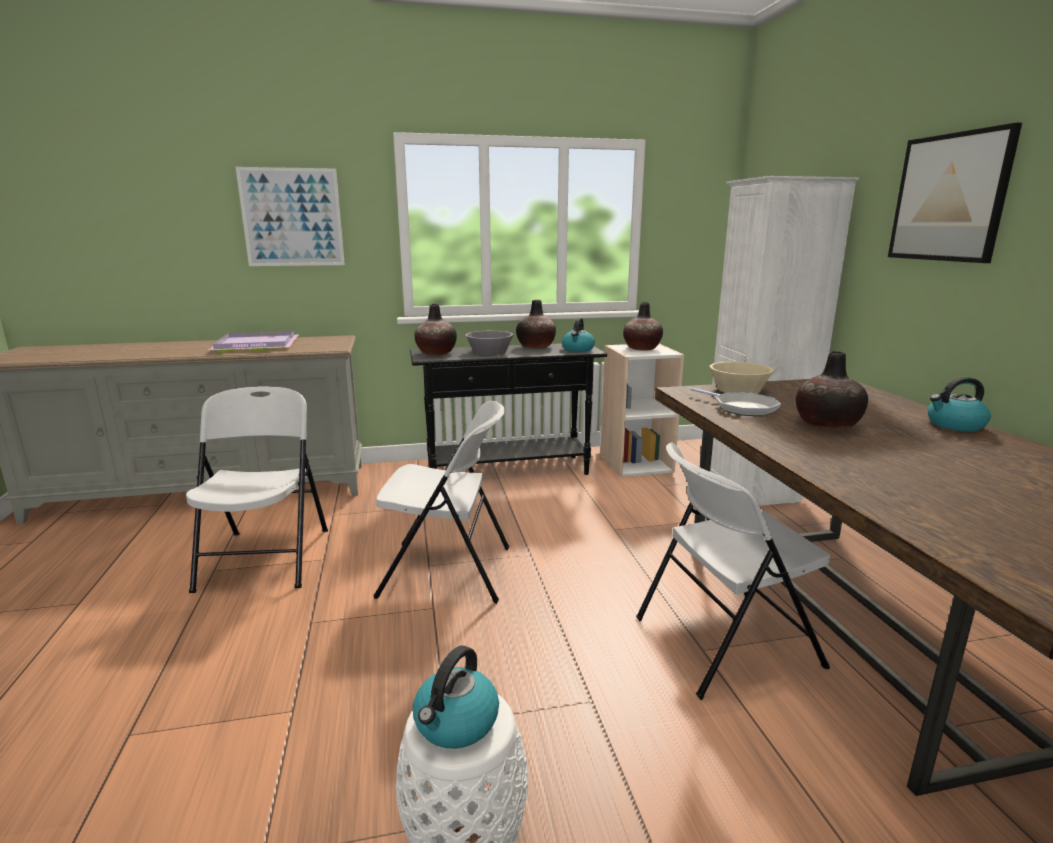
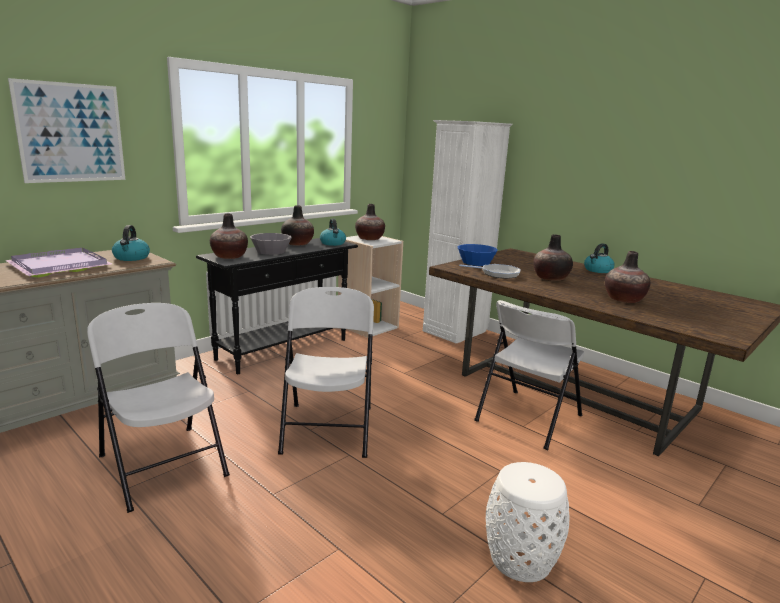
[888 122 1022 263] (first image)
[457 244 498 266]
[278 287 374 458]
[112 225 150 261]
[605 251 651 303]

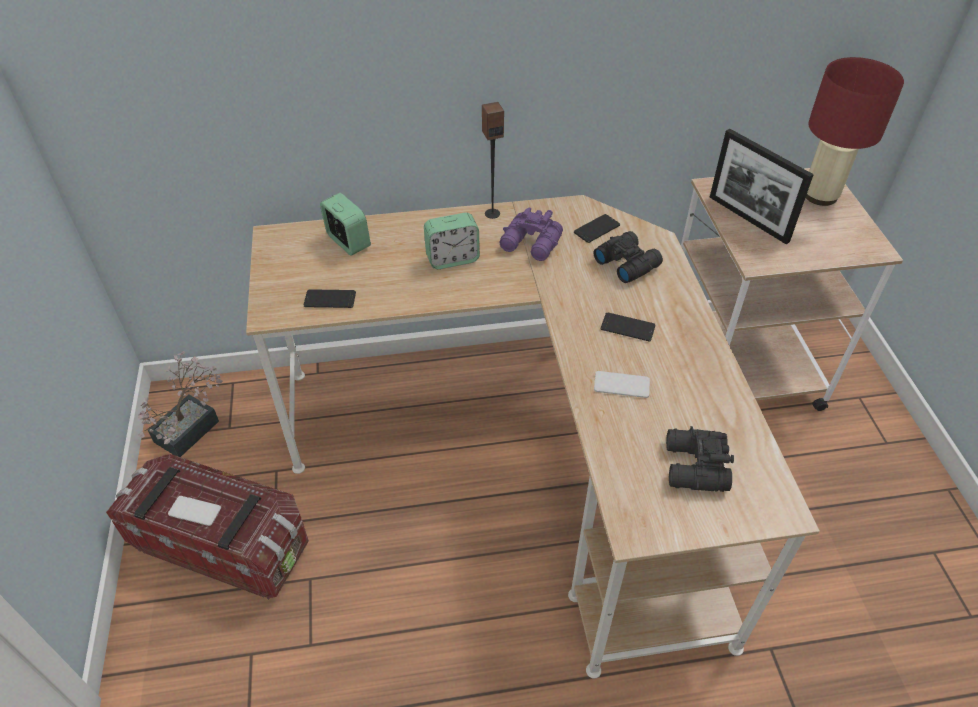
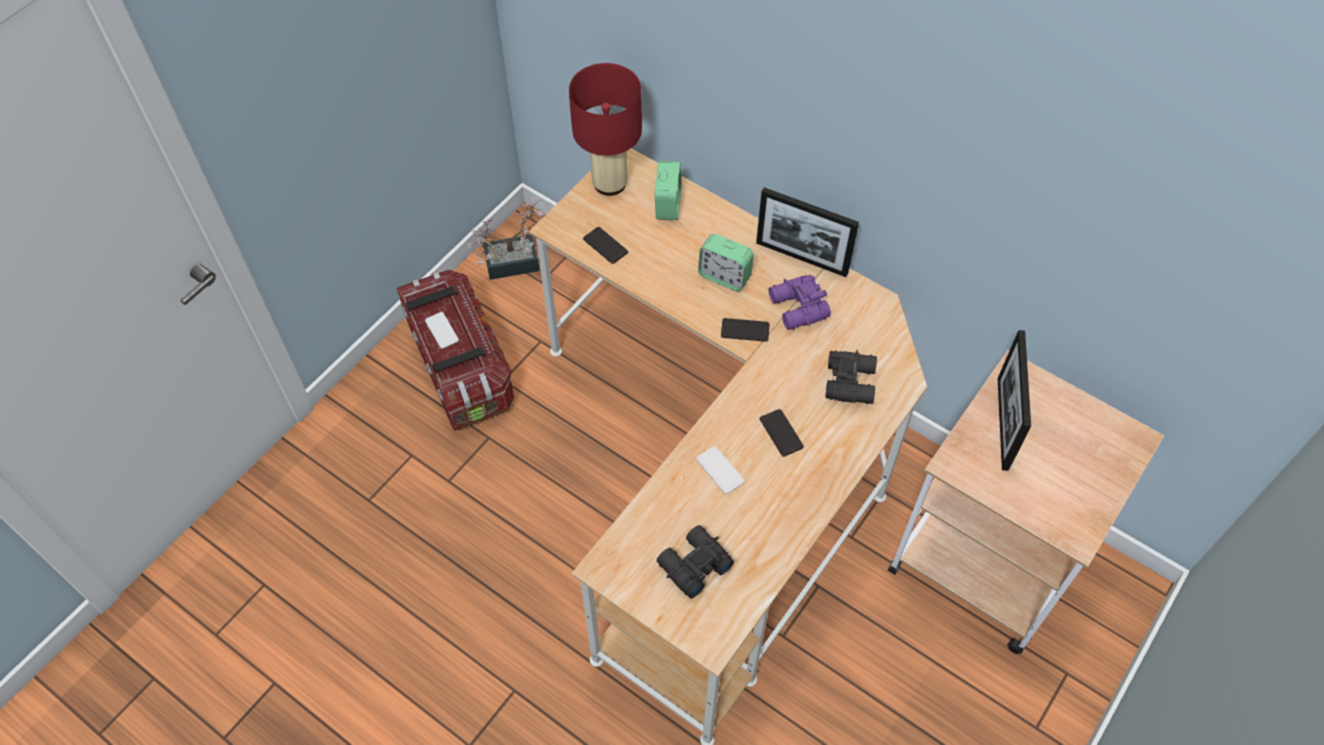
[569 63 642 196]
[756 187 859 277]
[721 318 770 342]

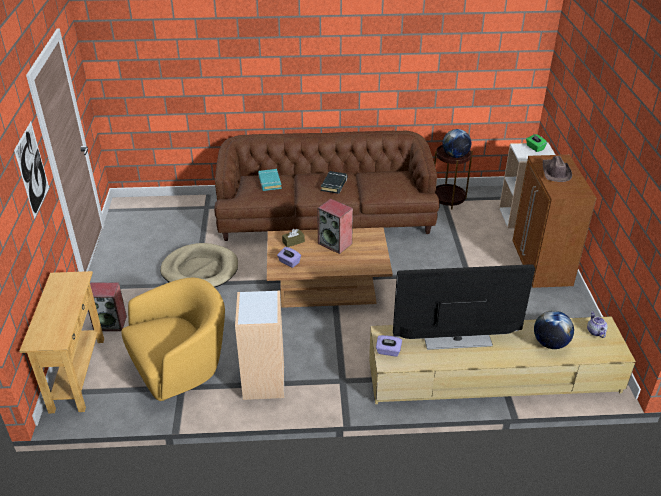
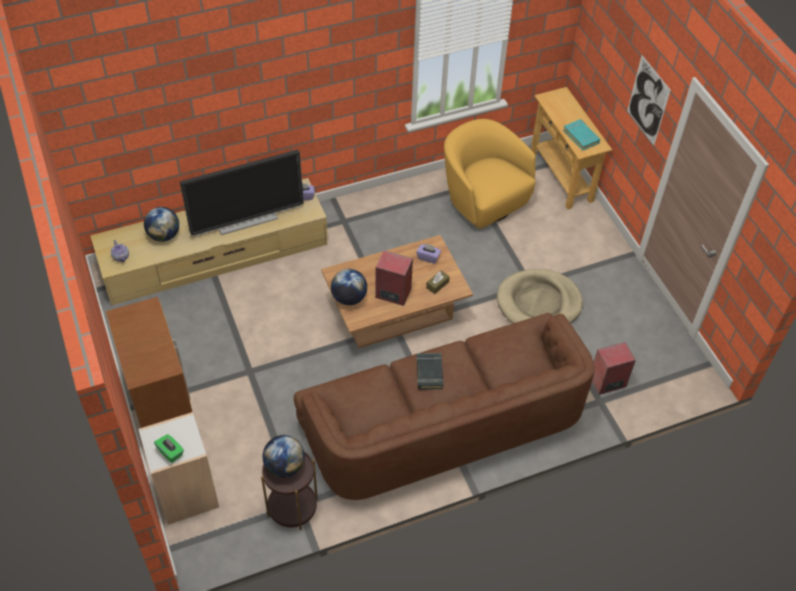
[543 156 572 182] (first image)
[563 119 600 151]
[444 119 536 229]
[592 342 636 395]
[235 291 284 400] (first image)
[331 269 367 305]

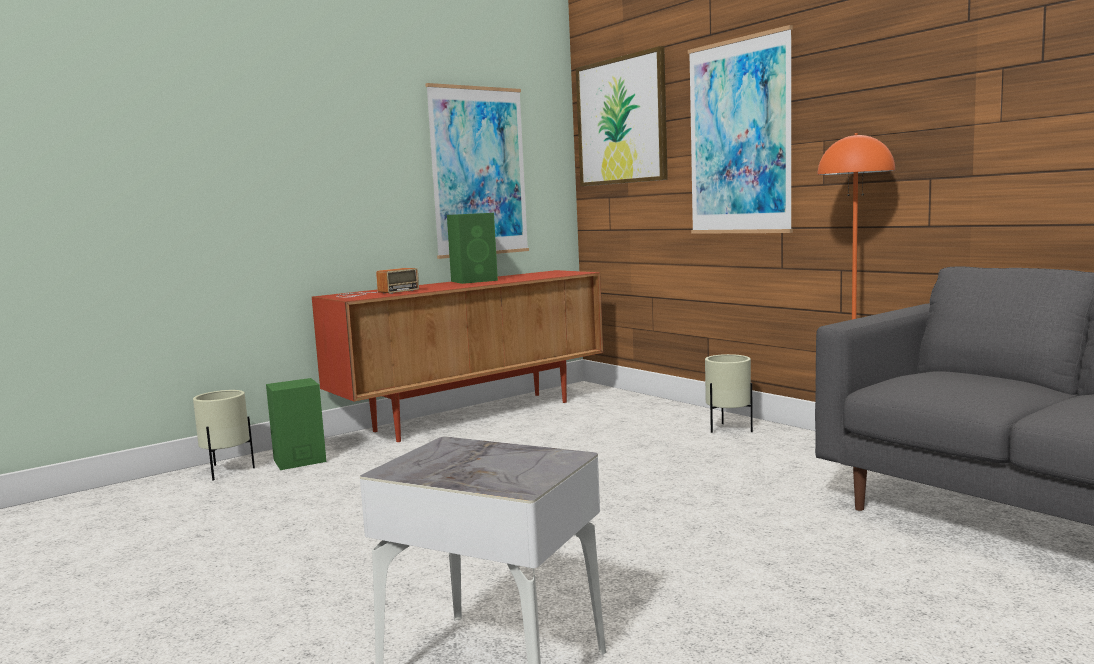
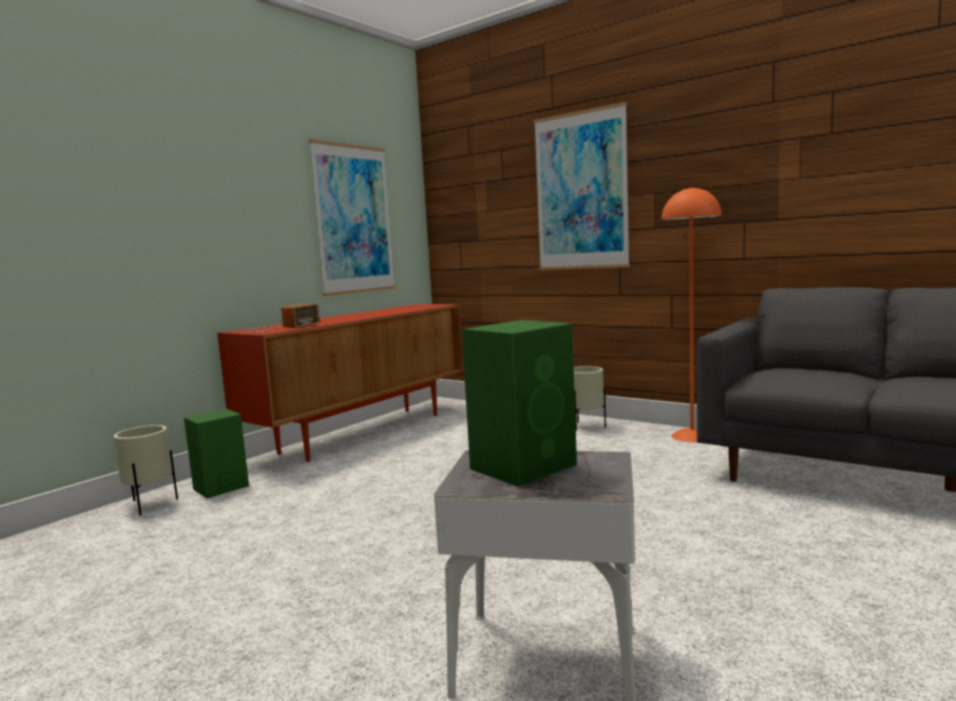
[576 46 668 186] (first image)
[462 320 577 487]

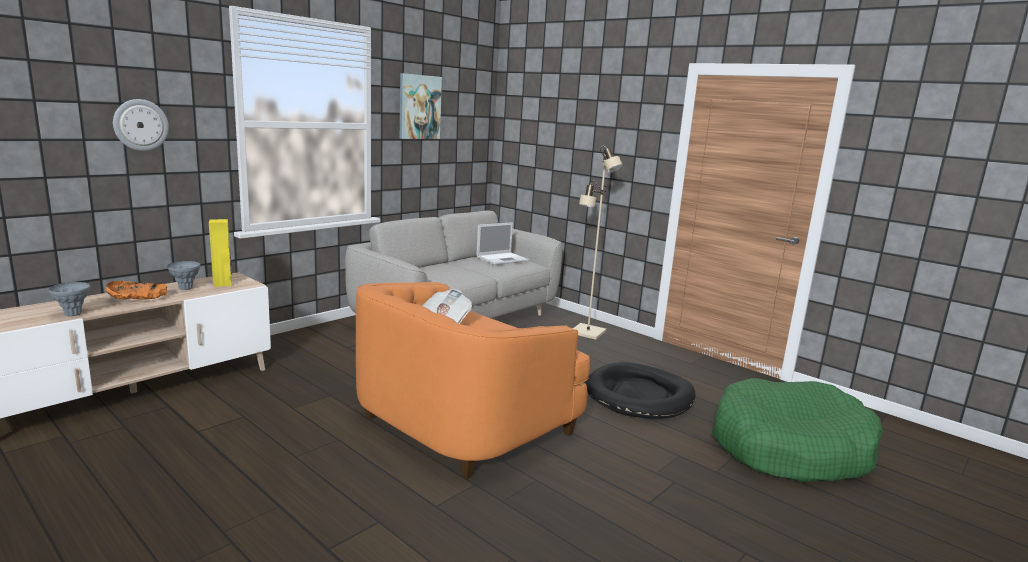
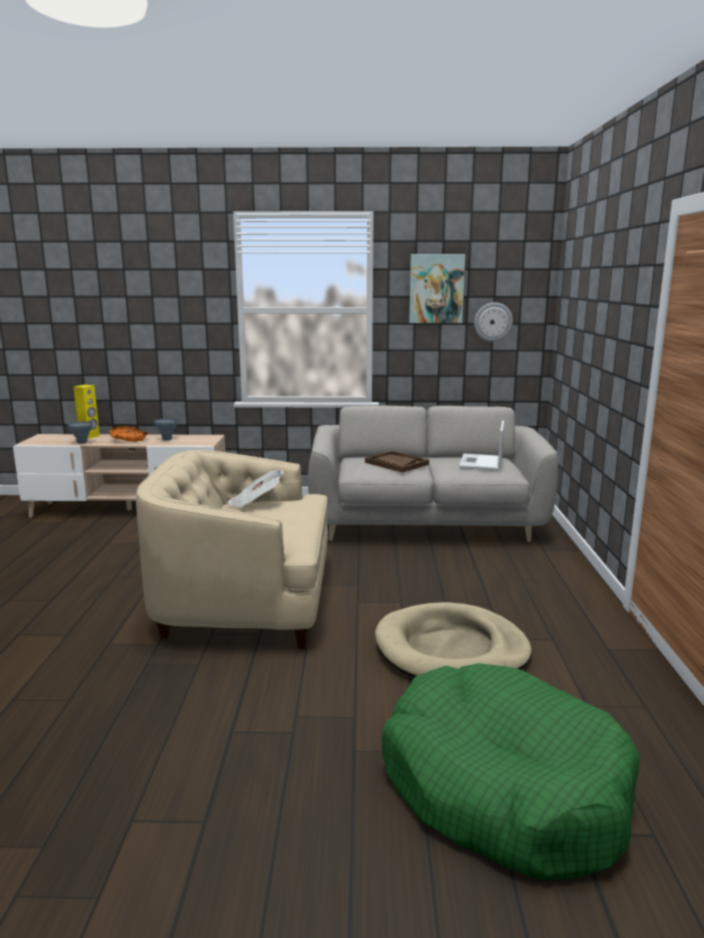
[474 302 513 342]
[573 146 623 340] (first image)
[73 385 100 439]
[459 420 504 471]
[136 450 328 649]
[375 602 532 678]
[365 451 429 473]

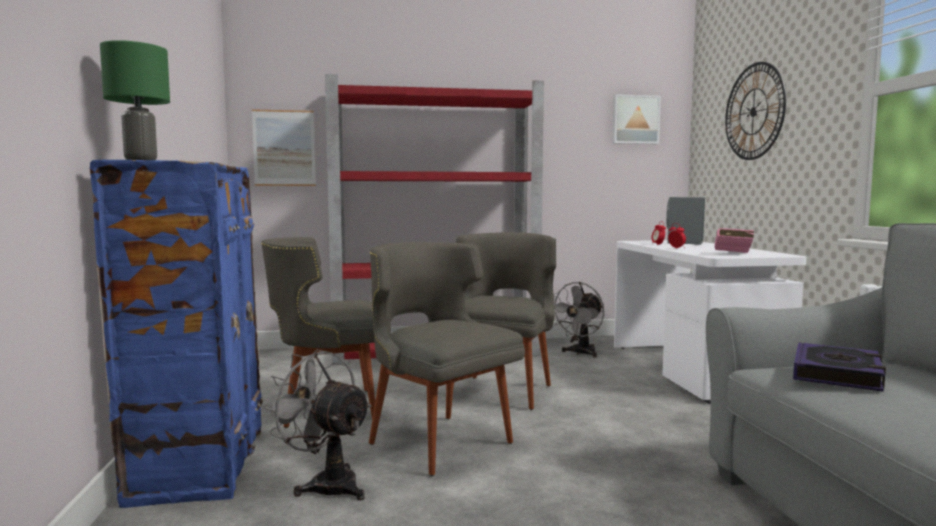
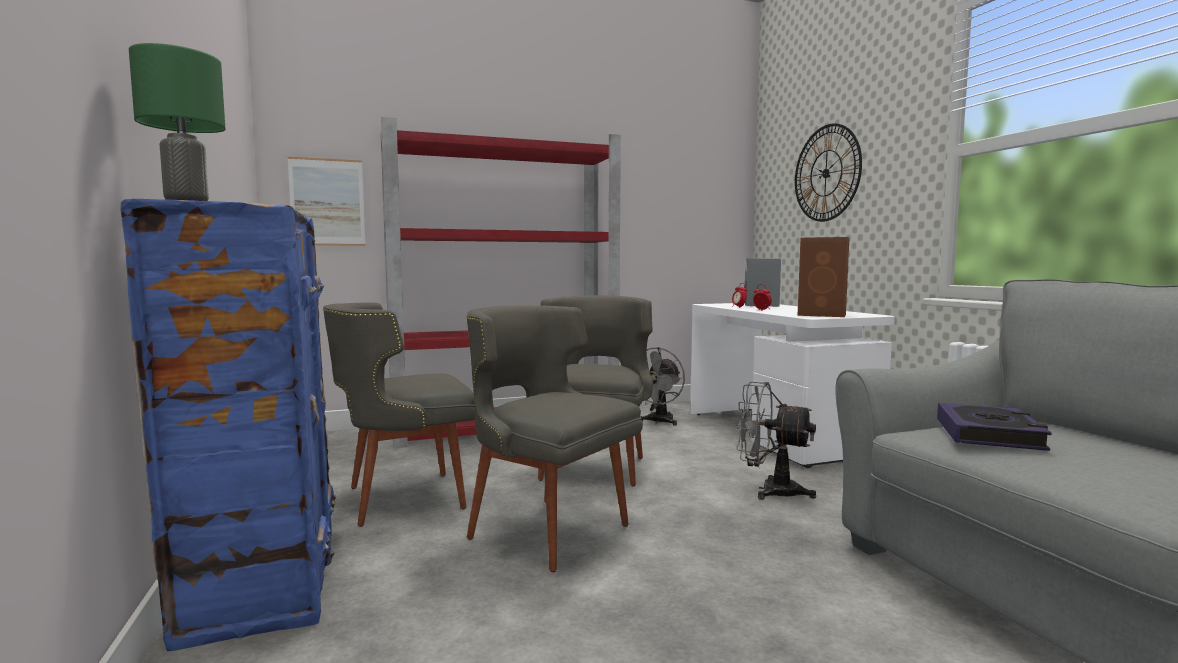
[612 94 661 144] (first image)
[798 237 850 317]
[736 382 816 500]

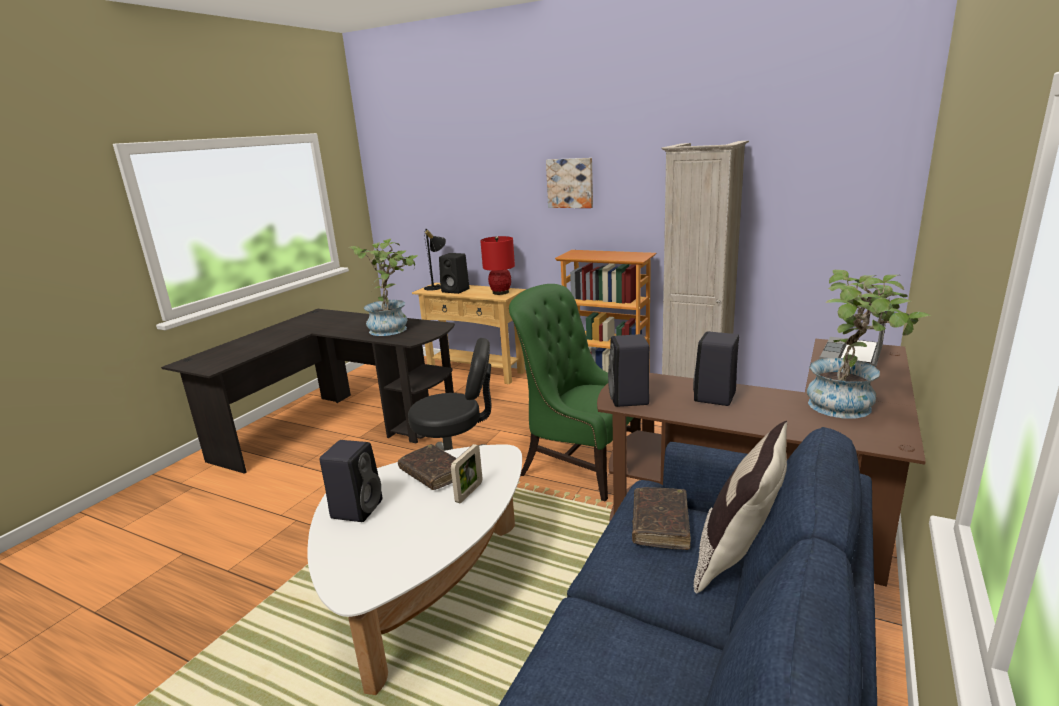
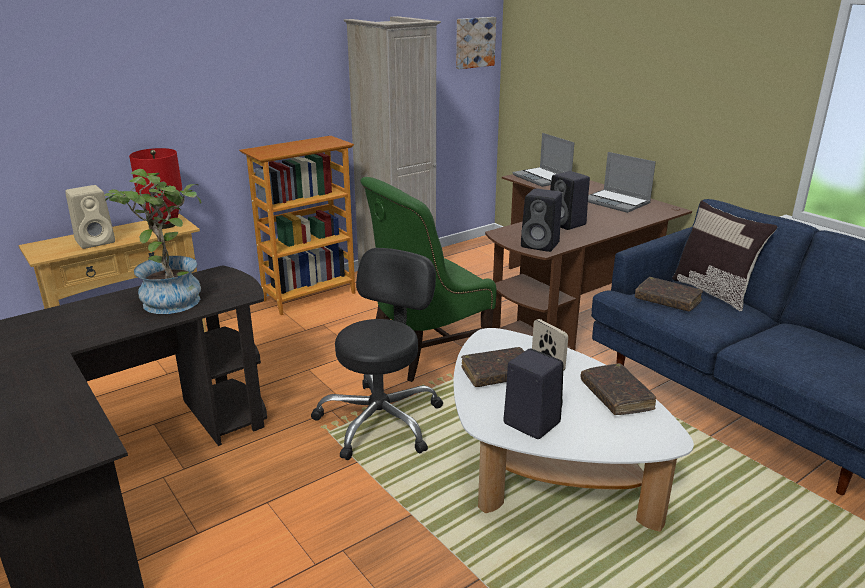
[456 17 496 69]
[424 229 446 291] (first image)
[65 185 115 249]
[588 152 656 213]
[580 363 656 415]

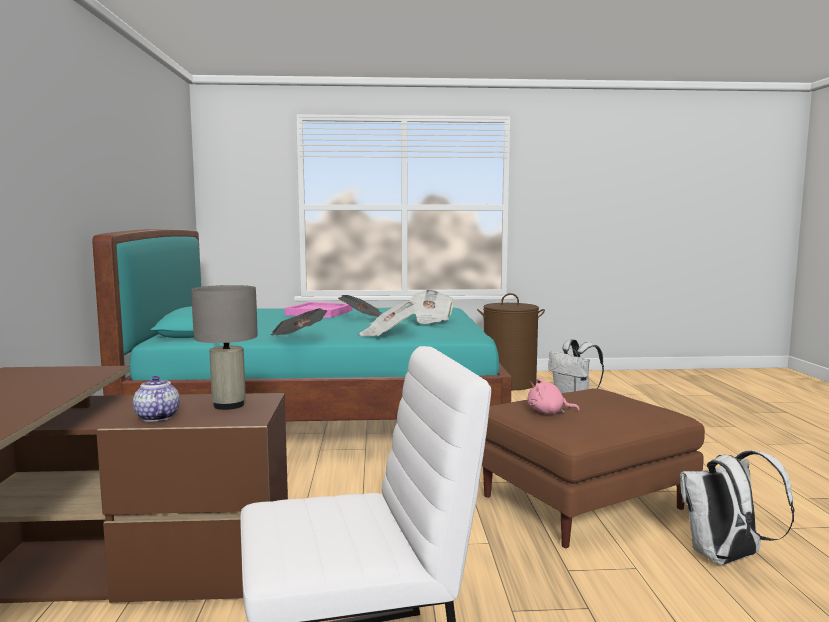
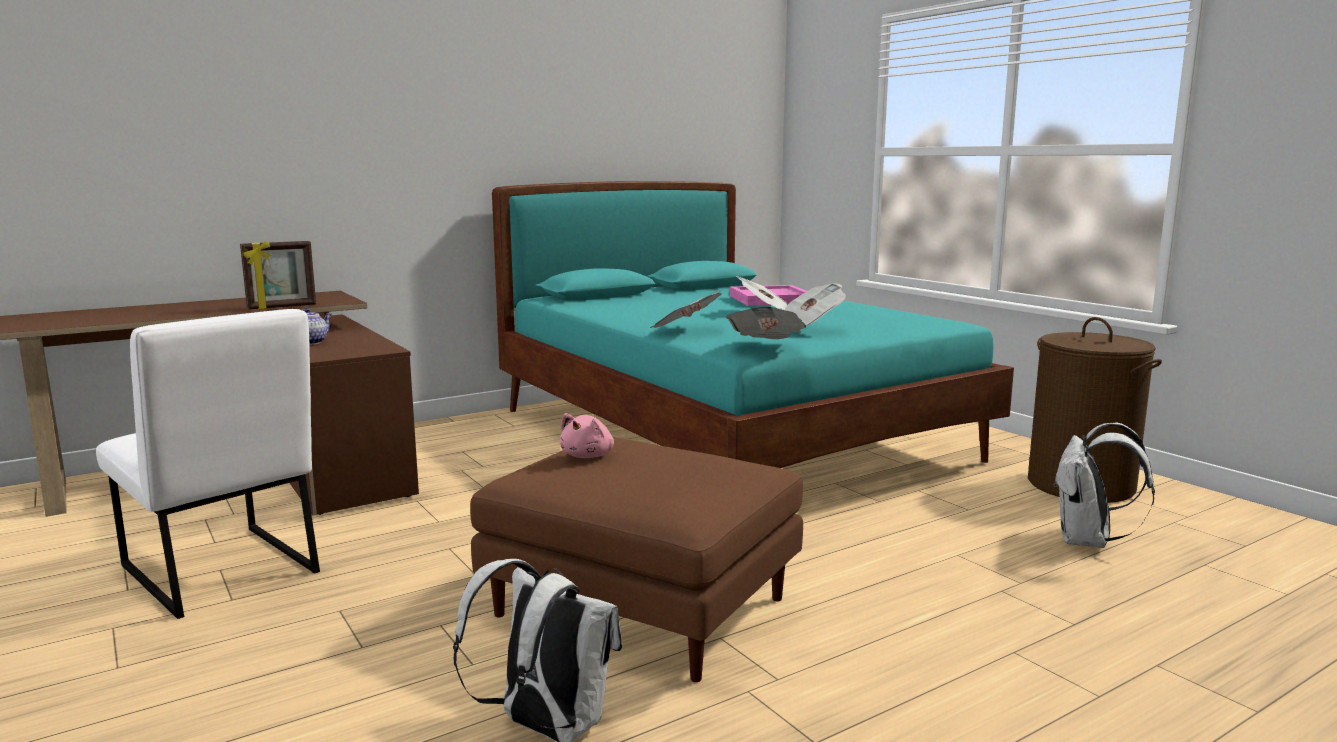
[192 285 257 410] (first image)
[726 307 806 339]
[560 413 614 458]
[240 241 316 310]

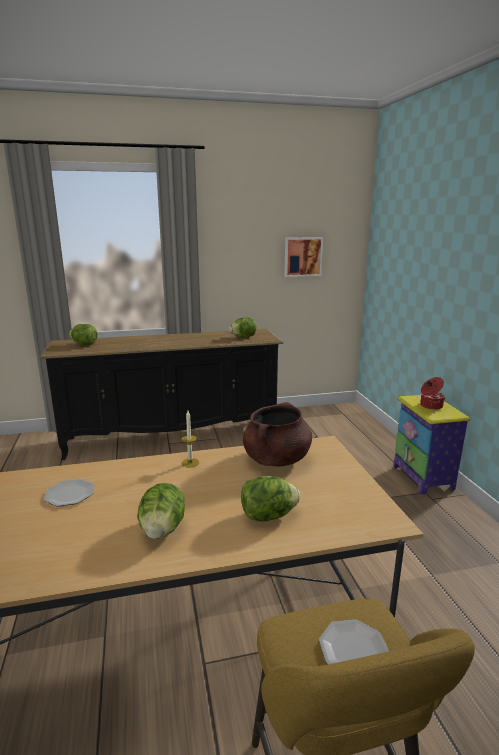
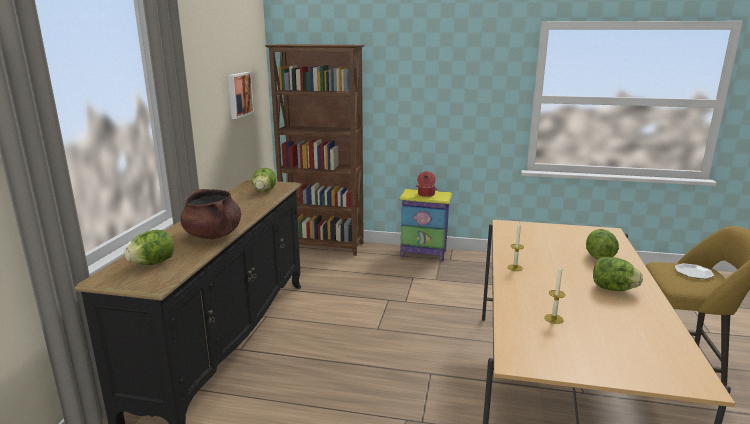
[180 189 241 239]
[544 265 565 324]
[265 44 365 256]

